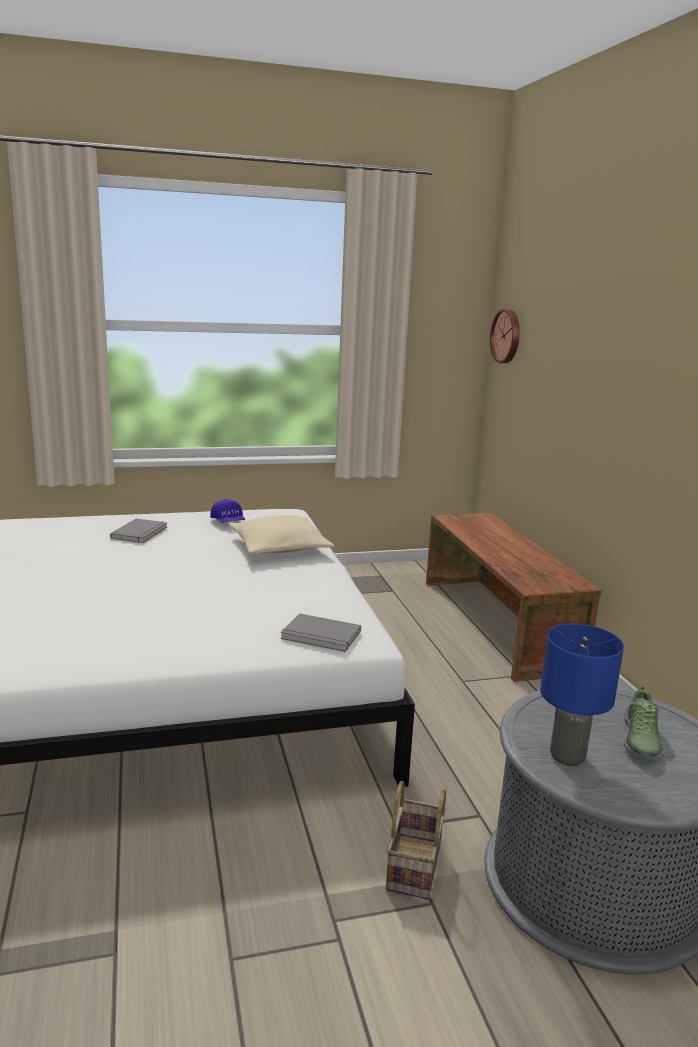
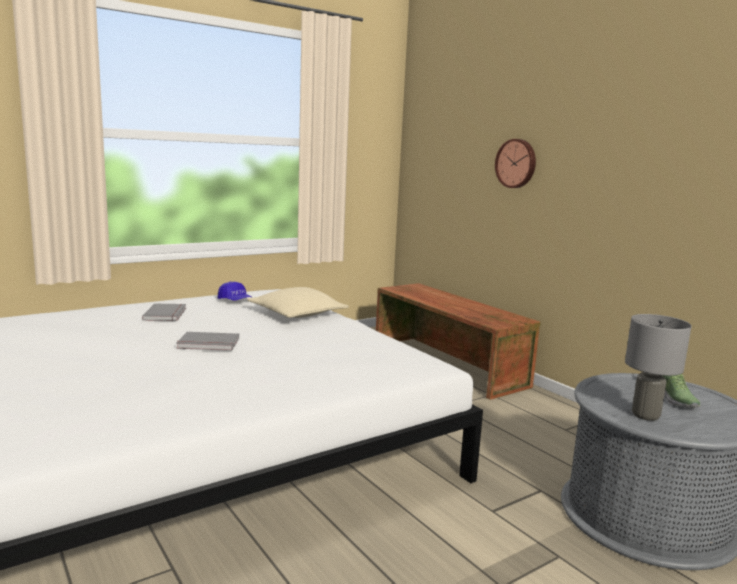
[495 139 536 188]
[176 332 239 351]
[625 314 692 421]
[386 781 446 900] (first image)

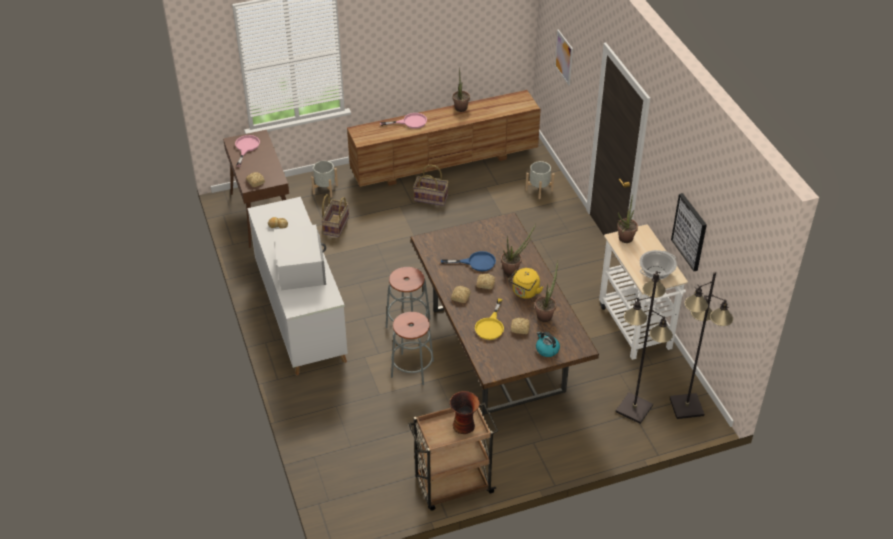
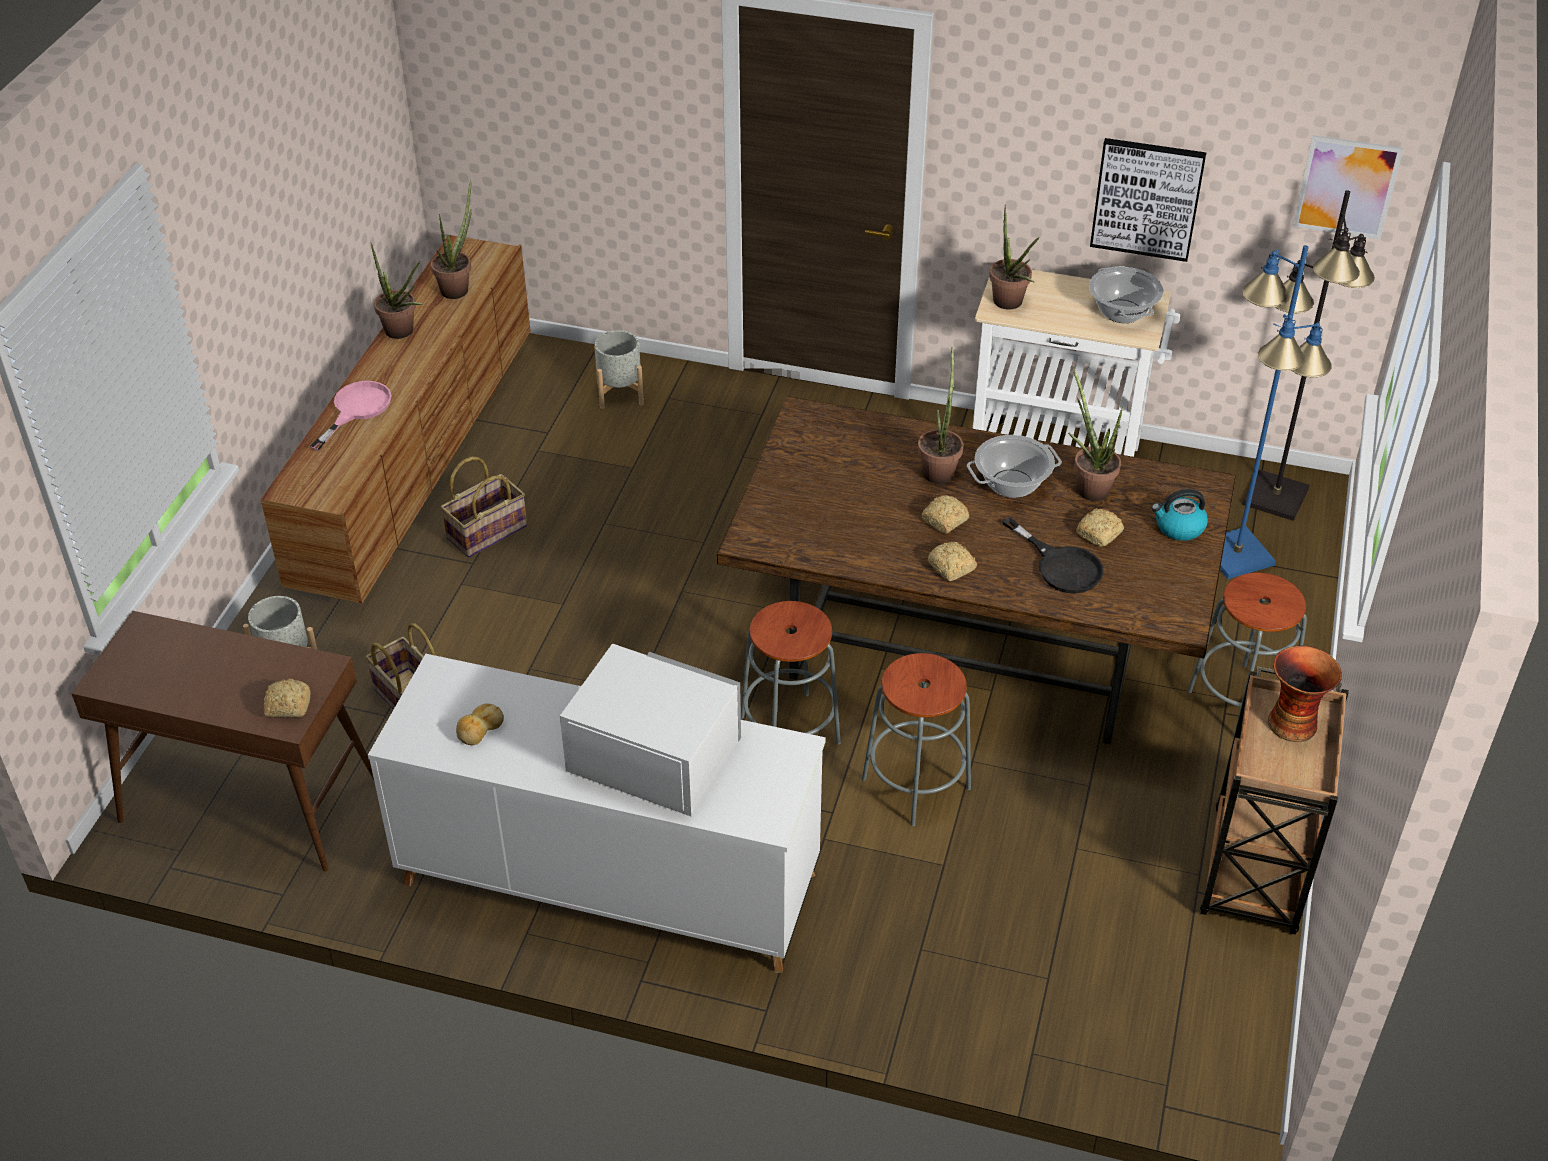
[1293 135 1403 240]
[235 135 260 167] (first image)
[441 251 496 272] (first image)
[967 435 1062 498]
[1220 245 1332 579]
[1002 517 1104 594]
[431 180 472 299]
[1187 573 1307 735]

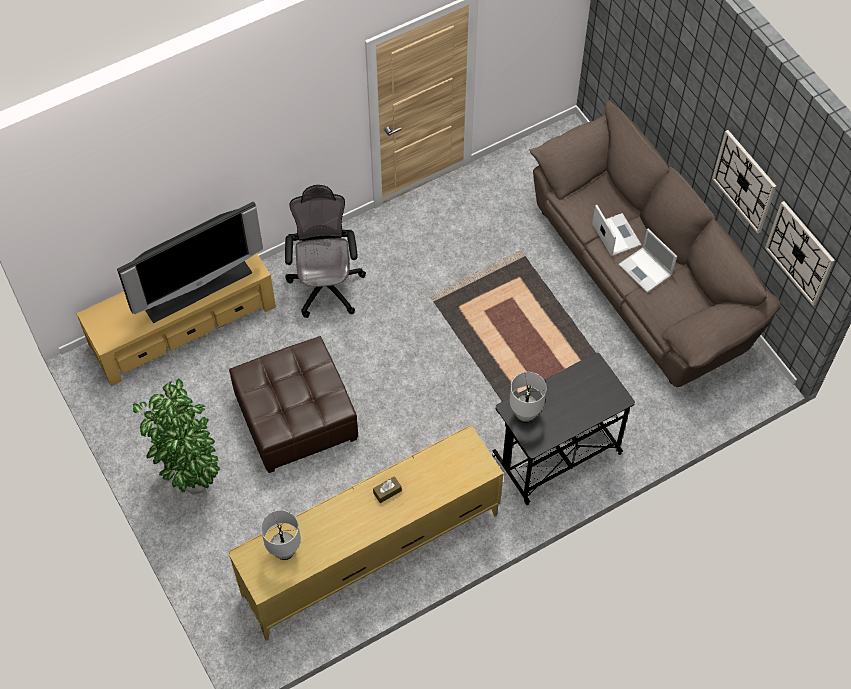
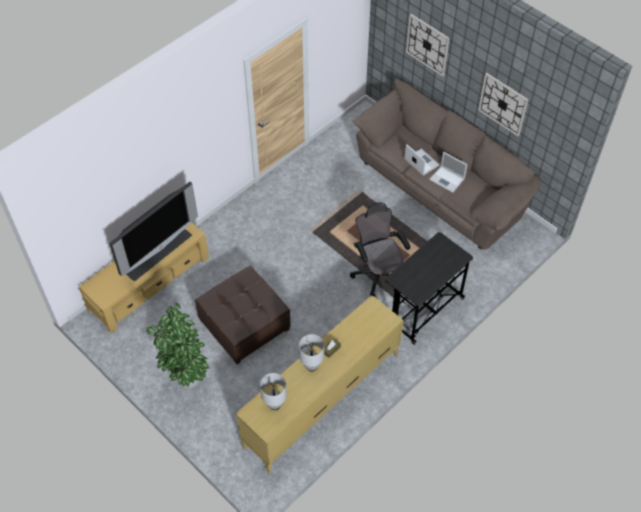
[350 203 410 297]
[406 14 450 77]
[299 334 324 371]

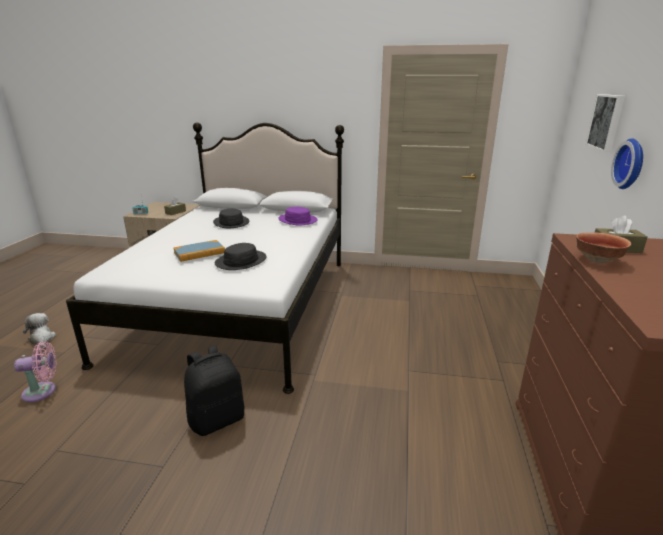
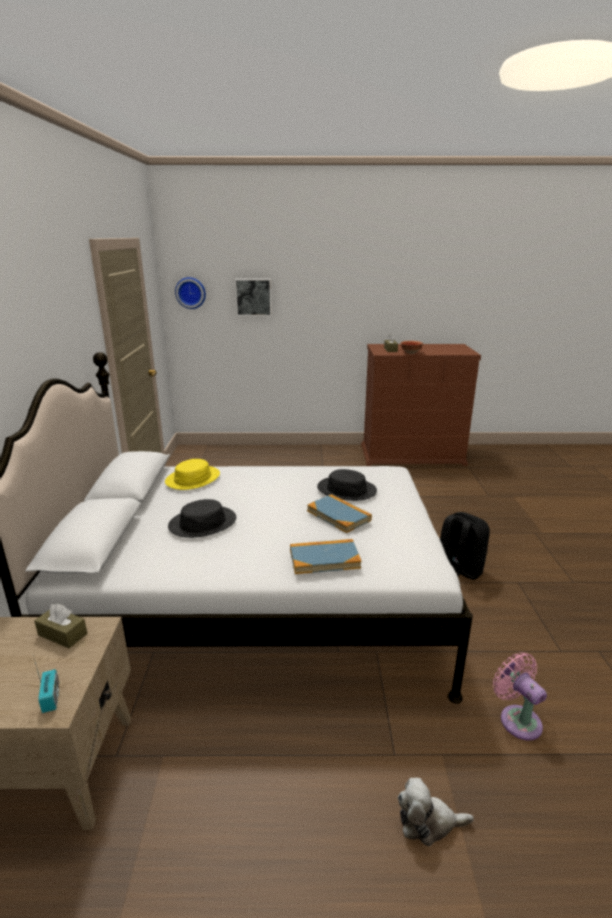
[175 277 206 309]
[165 459 220 490]
[398 778 474 846]
[290 539 362 574]

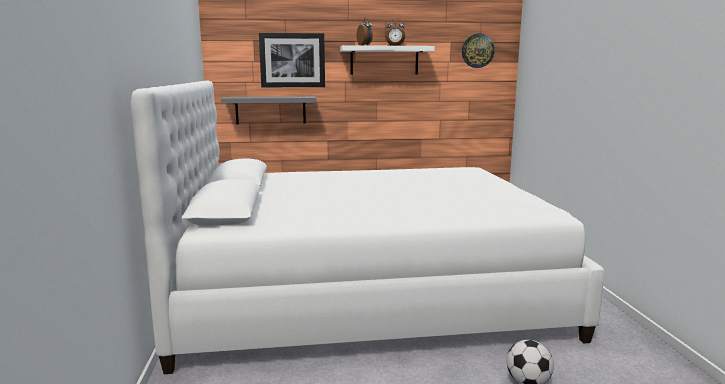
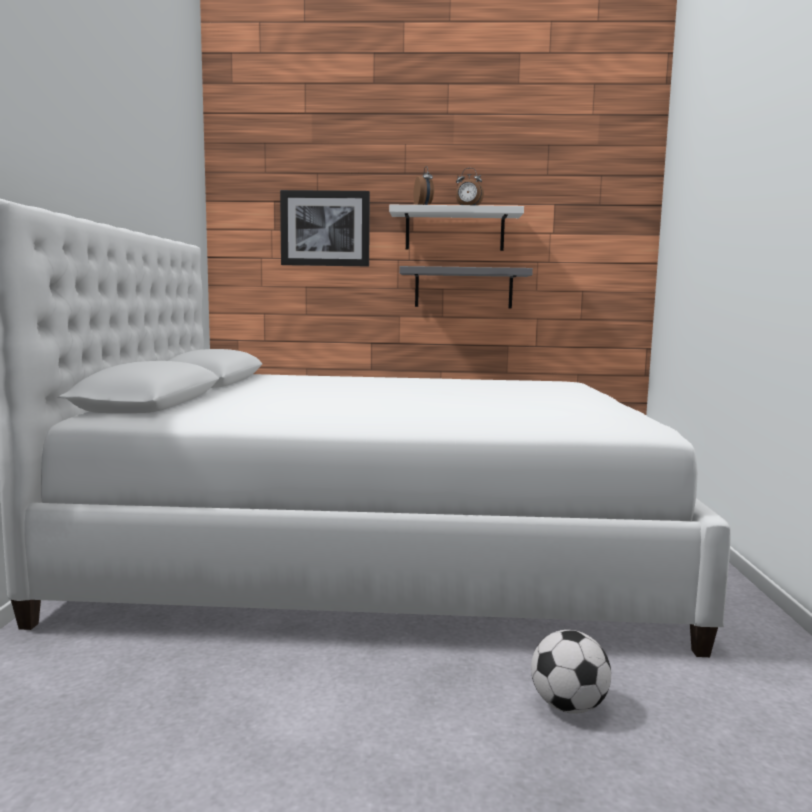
[462 34 495 68] (first image)
[399 266 533 308]

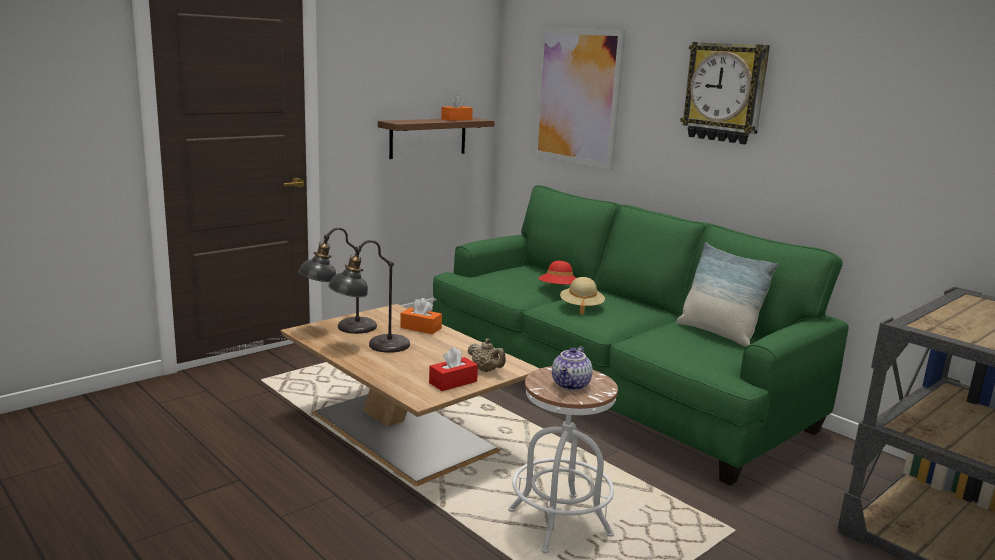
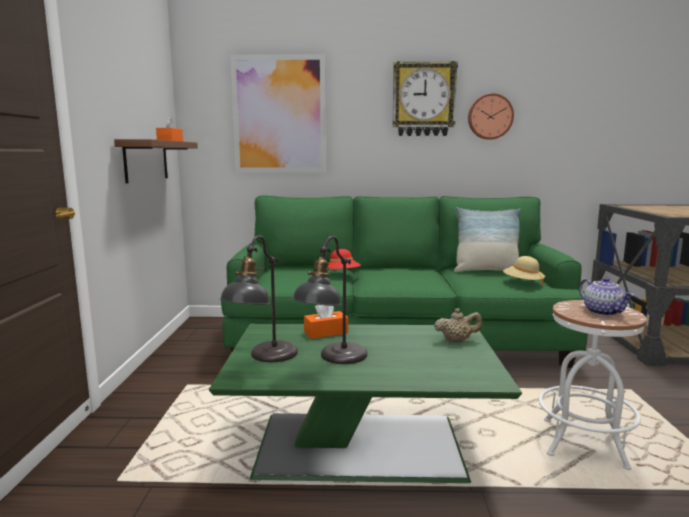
[503 256 545 287]
[209 324 522 483]
[429 347 478 391] (first image)
[468 93 514 140]

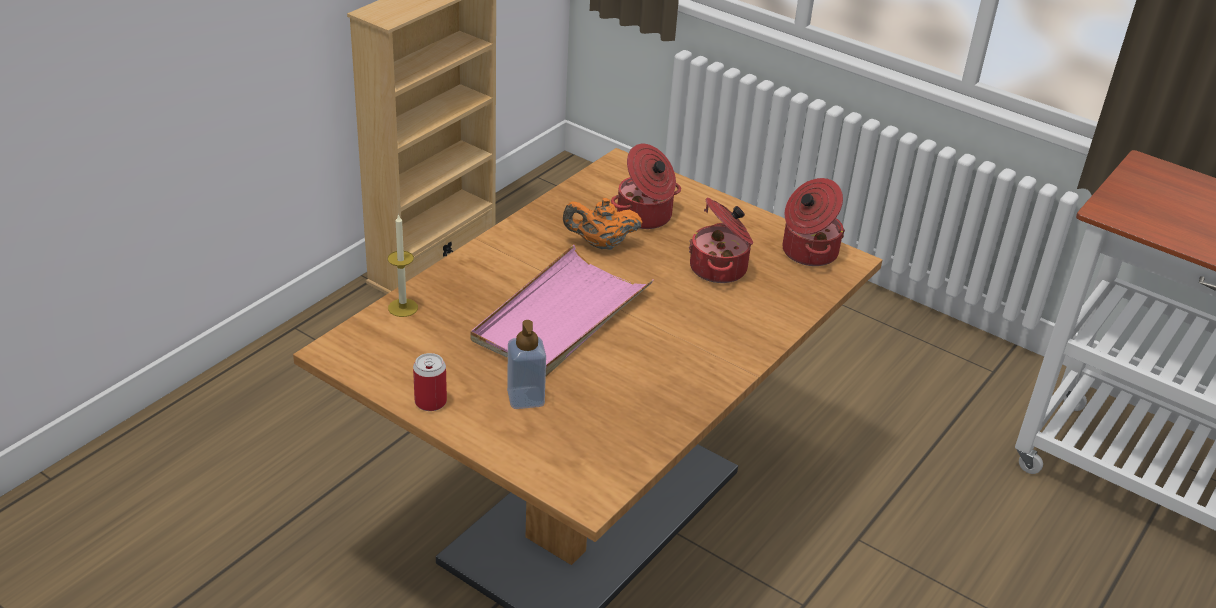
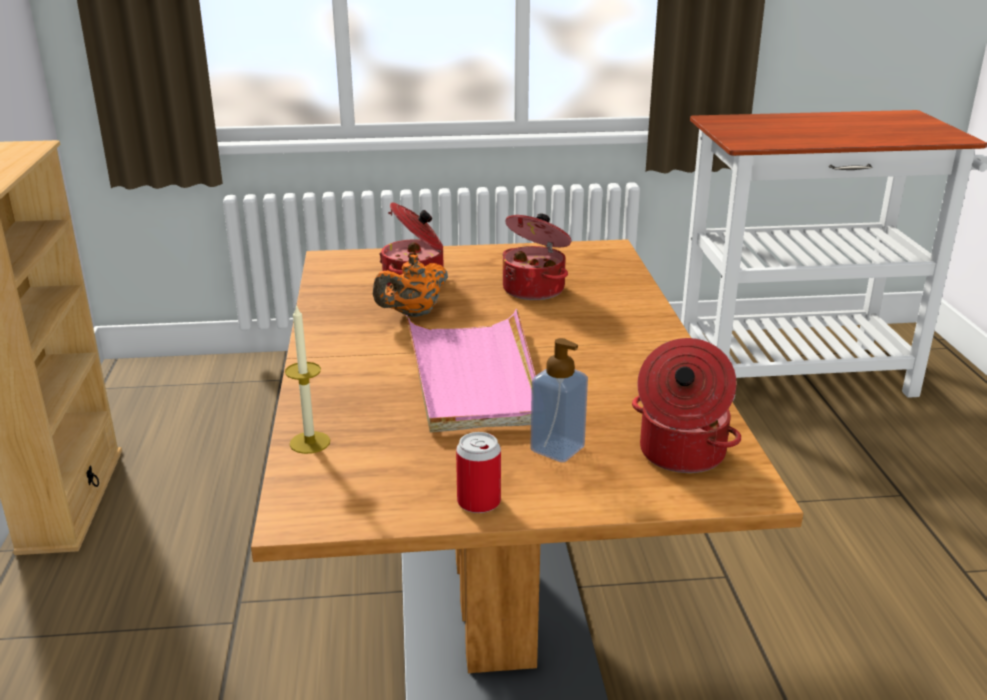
[632 338 741 473]

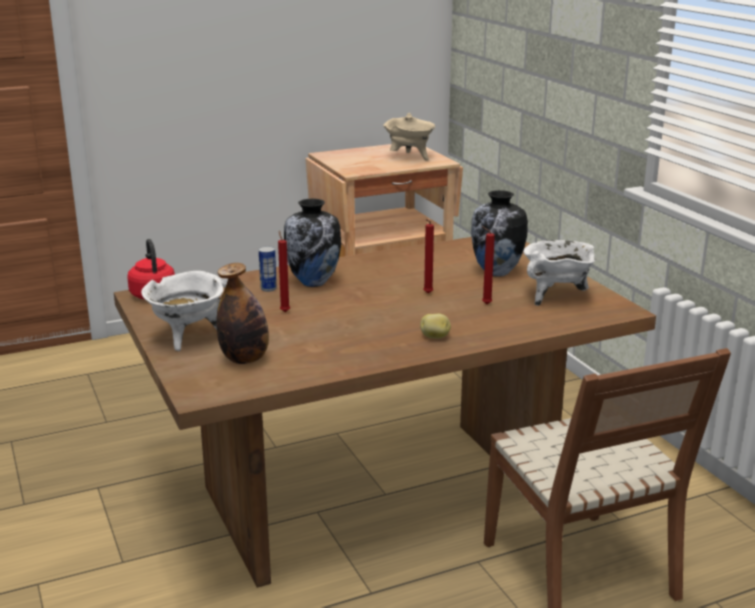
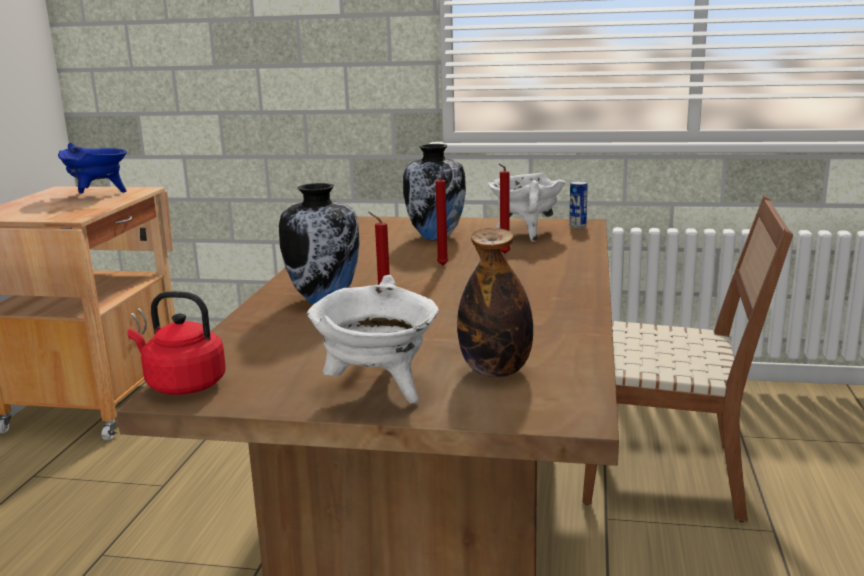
[58 143 127 193]
[569 181 588 228]
[420 314 451 339] (first image)

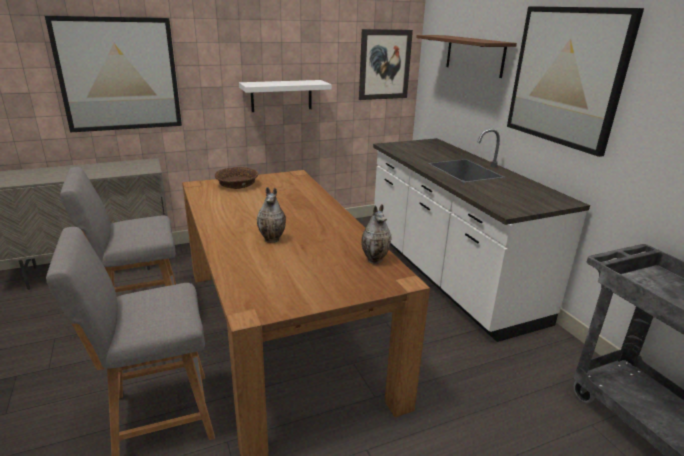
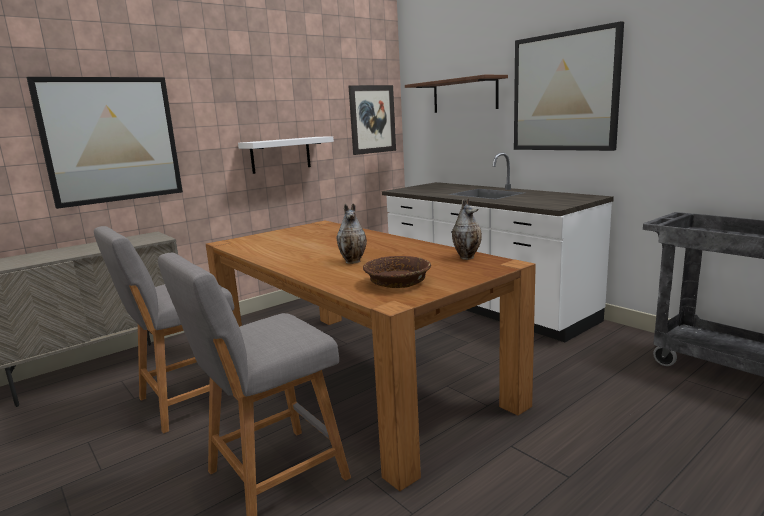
[363 256 431 288]

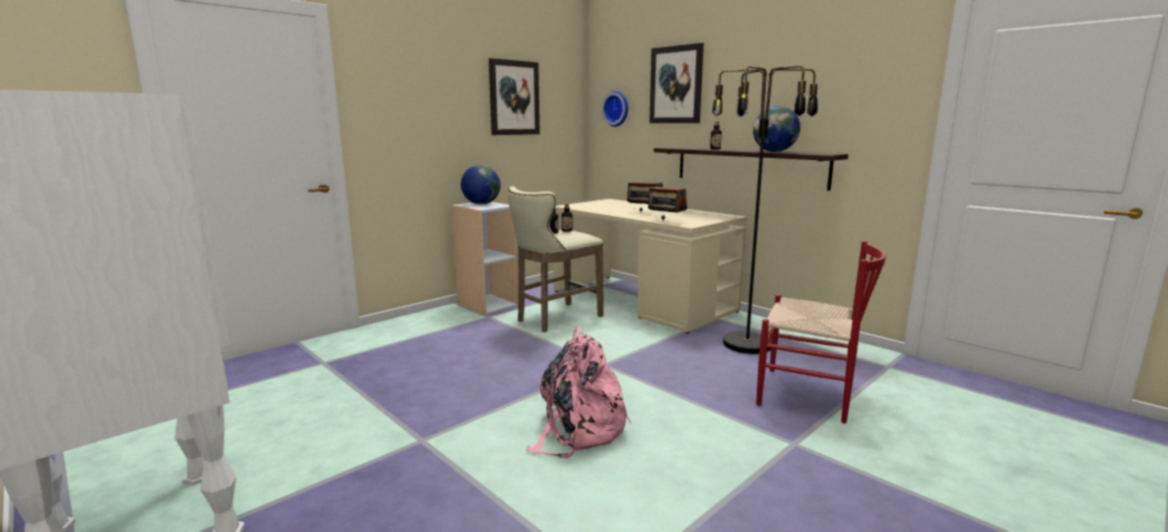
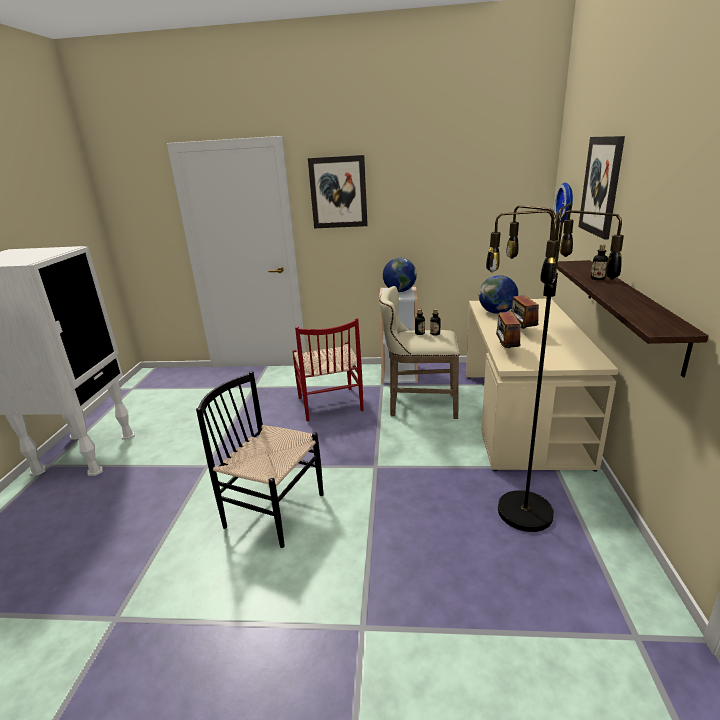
[308 155 368 229]
[479 275 518 314]
[293 318 364 421]
[196 371 324 548]

